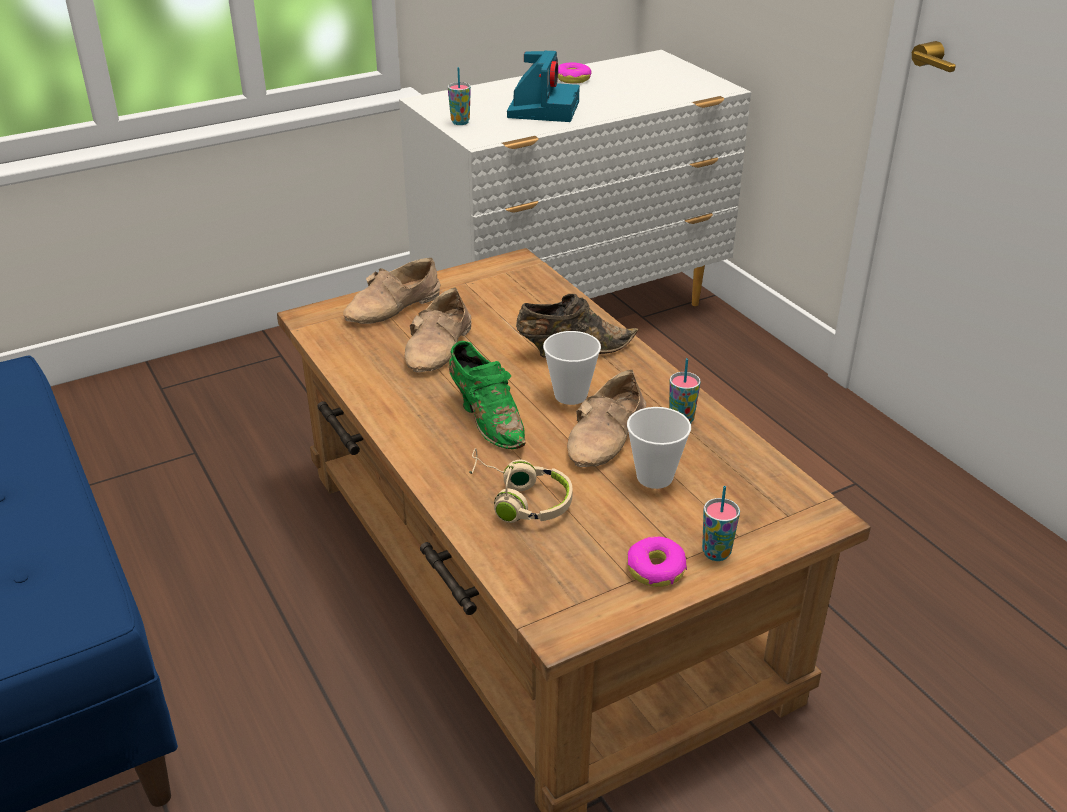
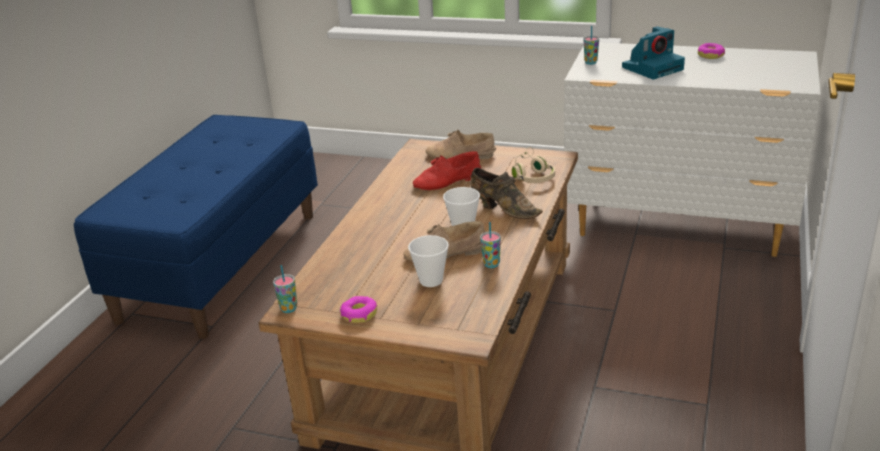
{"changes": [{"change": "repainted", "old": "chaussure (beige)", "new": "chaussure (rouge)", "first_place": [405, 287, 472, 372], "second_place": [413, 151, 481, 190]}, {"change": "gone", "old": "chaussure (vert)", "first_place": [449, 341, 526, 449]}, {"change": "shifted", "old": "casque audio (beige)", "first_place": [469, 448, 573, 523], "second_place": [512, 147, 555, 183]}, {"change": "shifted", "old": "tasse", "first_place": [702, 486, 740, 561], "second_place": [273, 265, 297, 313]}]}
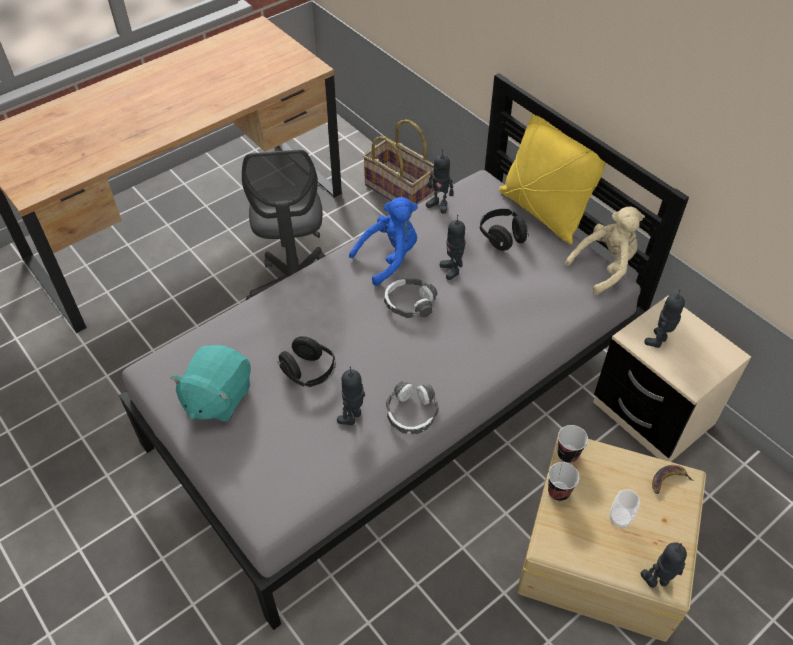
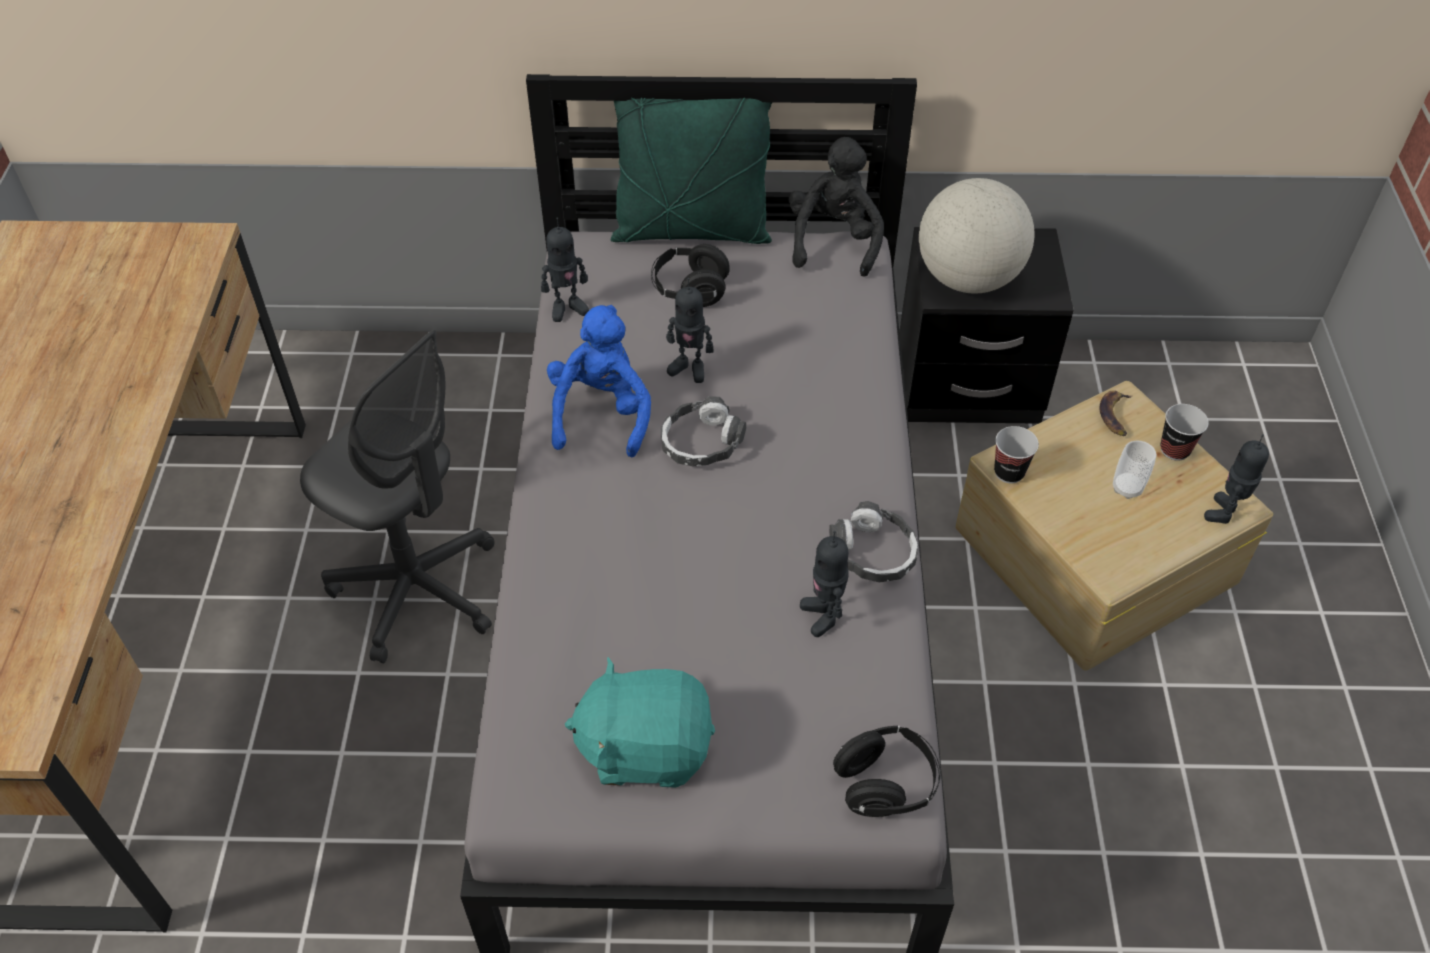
{"changes": [{"change": "rotated", "old": "peluche (turquoise)", "first_place": [170, 345, 251, 422], "second_place": [565, 657, 715, 788], "degrees": 120}, {"change": "shifted", "old": "casque audio (noir)", "first_place": [277, 336, 336, 387], "second_place": [833, 726, 941, 817]}, {"change": "gone", "old": "panier", "first_place": [363, 120, 435, 205]}, {"change": "repainted", "old": "coussin (jaune)", "new": "coussin (vert)", "first_place": [499, 113, 607, 244], "second_place": [611, 98, 772, 244]}, {"change": "shifted", "old": "tasse", "first_place": [548, 462, 579, 501], "second_place": [1160, 404, 1209, 461]}, {"change": "repainted", "old": "peluche (beige)", "new": "peluche (noir)", "first_place": [565, 206, 645, 295], "second_place": [788, 137, 884, 277]}, {"change": "repainted", "old": "table de chevet (beige)", "new": "table de chevet (noir)", "first_place": [593, 296, 751, 462], "second_place": [899, 227, 1074, 424]}, {"change": "swapped", "old": "robot jouet", "new": "globe", "first_place": [644, 290, 685, 348], "second_place": [919, 178, 1035, 293]}]}
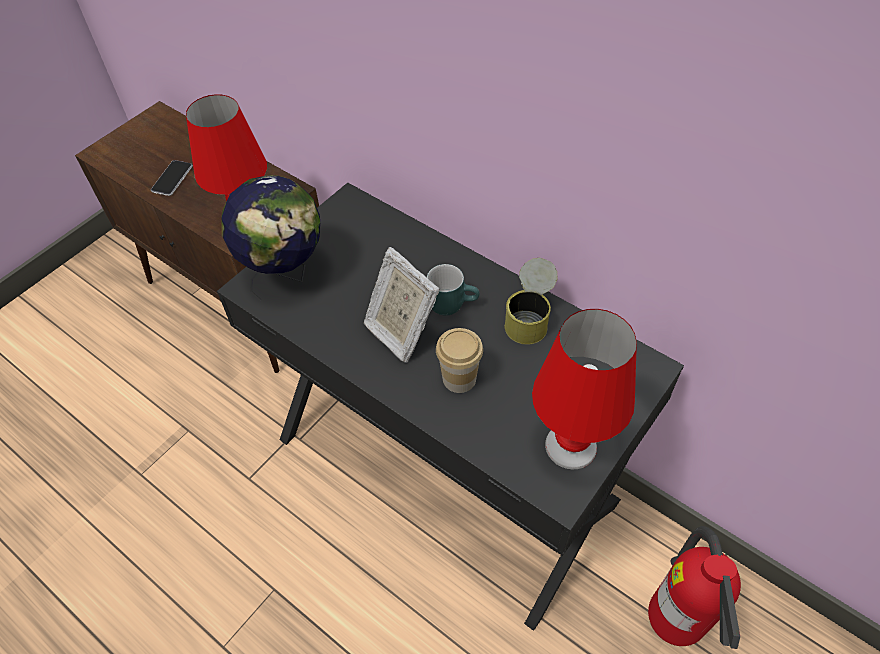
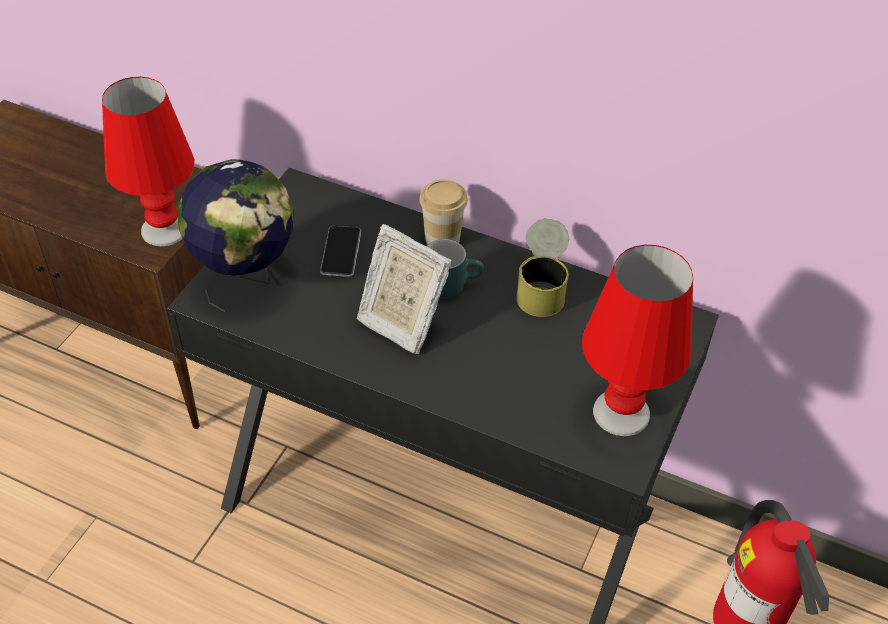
{"changes": [{"change": "shifted", "old": "téléphone", "first_place": [151, 160, 193, 196], "second_place": [320, 226, 361, 277]}, {"change": "shifted", "old": "tasse", "first_place": [436, 328, 483, 393], "second_place": [419, 179, 468, 244]}]}
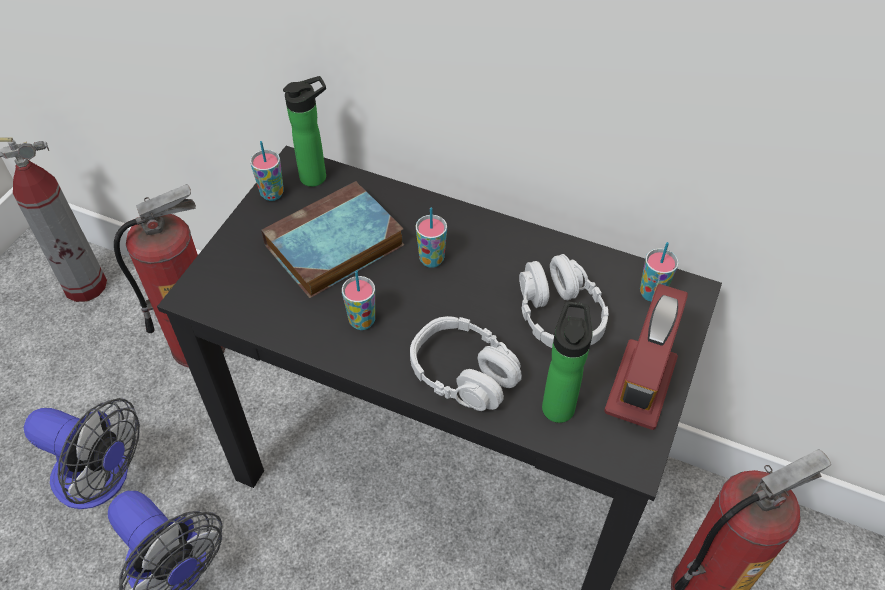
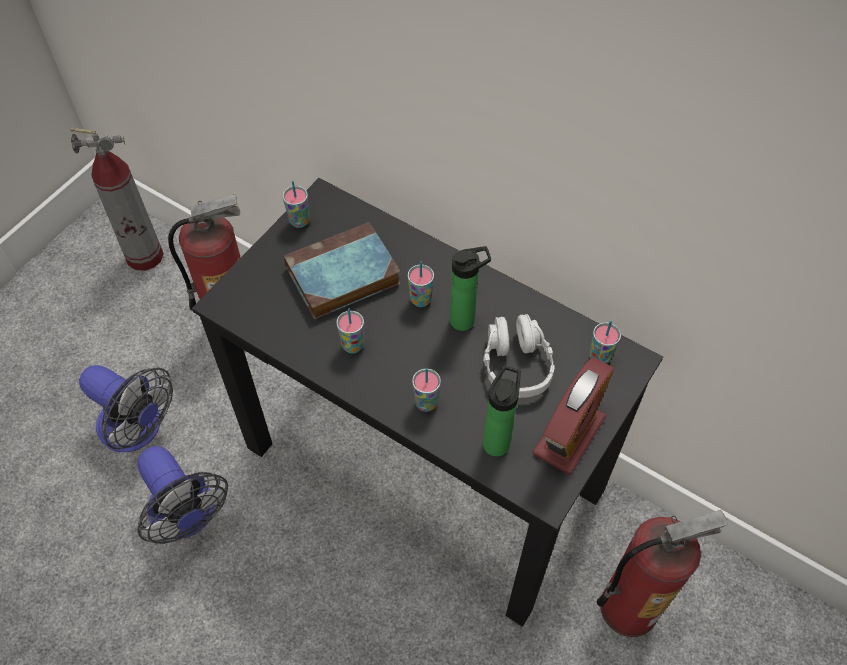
{"changes": [{"change": "shifted", "old": "bouteille", "first_place": [283, 76, 326, 187], "second_place": [450, 246, 491, 331]}, {"change": "swapped", "old": "casque audio (gris)", "new": "tasse", "first_place": [410, 316, 522, 411], "second_place": [412, 368, 441, 412]}]}
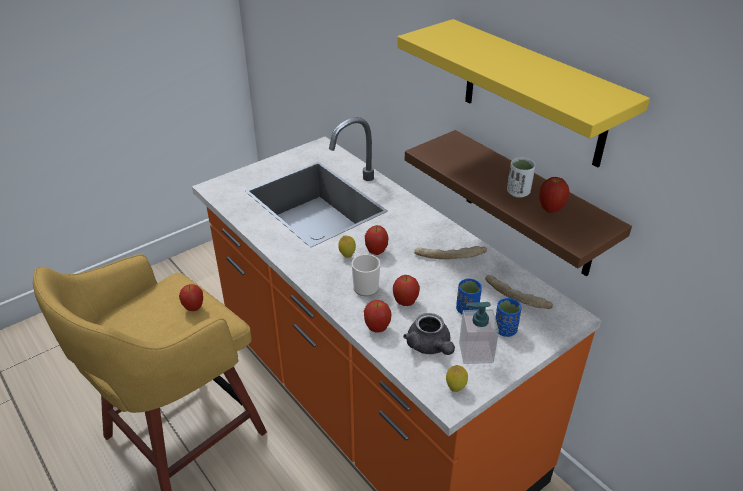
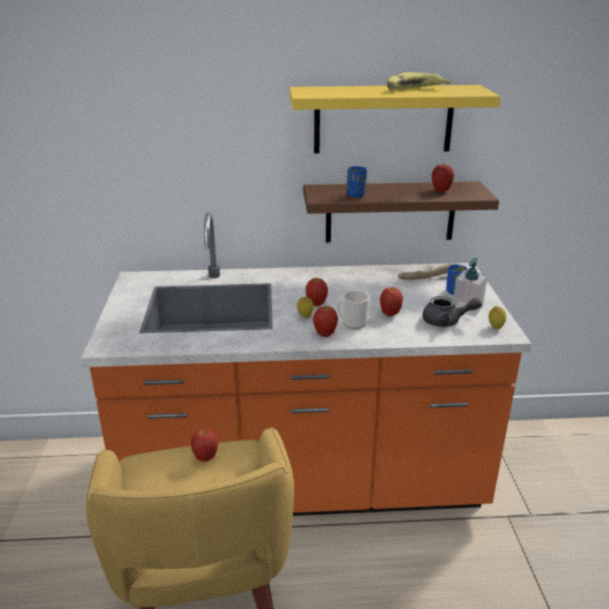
{"changes": [{"change": "shifted", "old": "pomme", "first_place": [364, 300, 391, 332], "second_place": [313, 306, 338, 337]}, {"change": "gone", "old": "pain", "first_place": [414, 246, 487, 259]}, {"change": "shifted", "old": "tasse (bleu)", "first_place": [456, 279, 482, 314], "second_place": [347, 166, 367, 198]}, {"change": "gone", "old": "tasse (blanc)", "first_place": [507, 157, 535, 198]}, {"change": "new", "new": "banane", "second_place": [387, 72, 451, 90]}]}
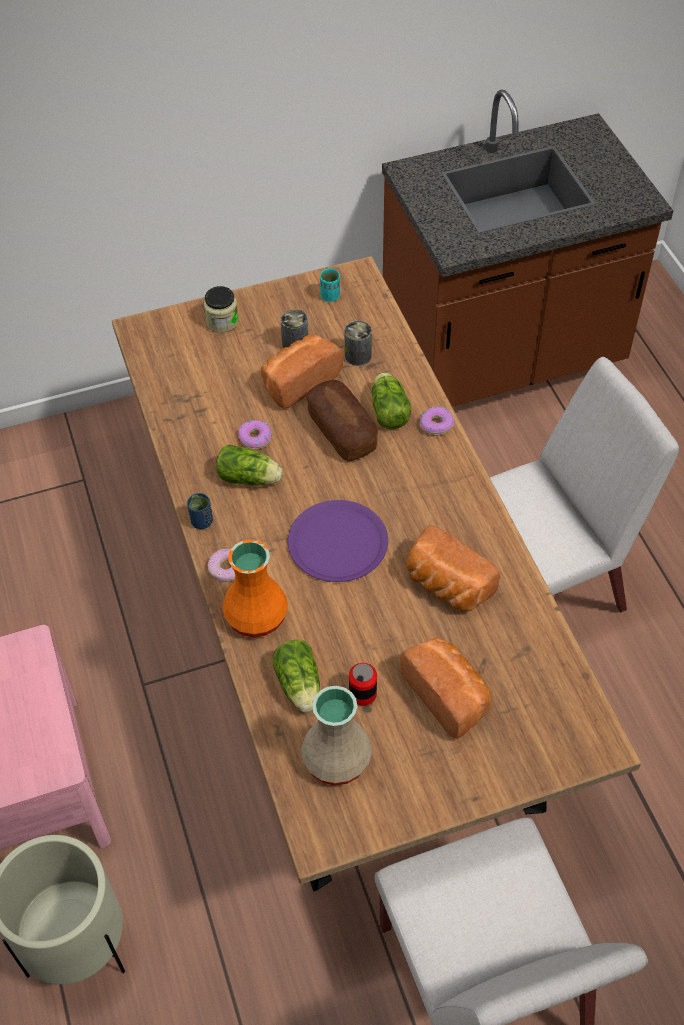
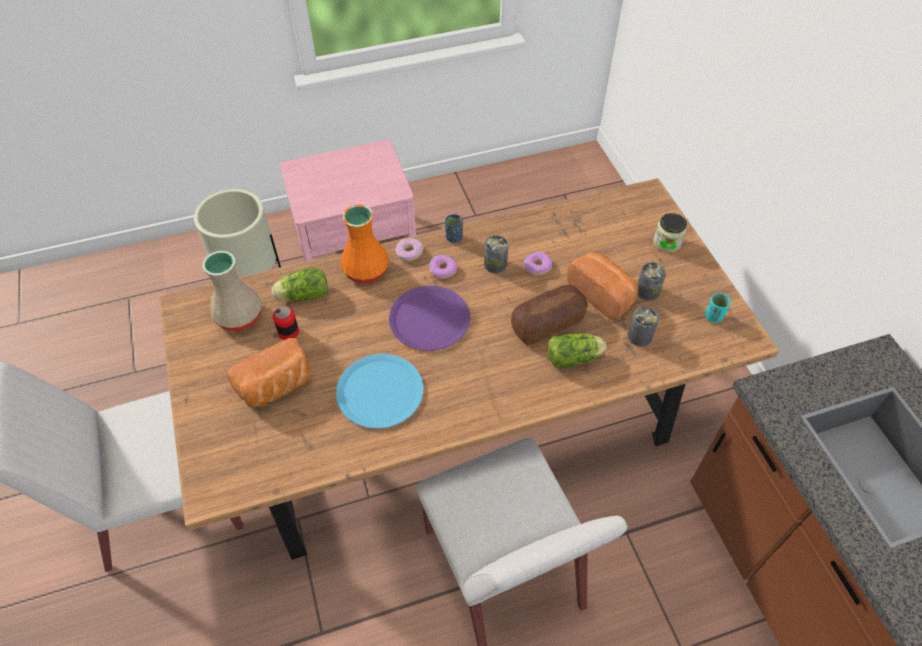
{"changes": [{"change": "swapped", "old": "laitue", "new": "boîte métallique", "first_place": [216, 445, 282, 486], "second_place": [484, 235, 509, 274]}, {"change": "swapped", "old": "pain", "new": "assiette (bleu)", "first_place": [406, 525, 500, 611], "second_place": [336, 354, 424, 429]}, {"change": "shifted", "old": "beignet", "first_place": [420, 406, 455, 436], "second_place": [429, 255, 457, 279]}]}
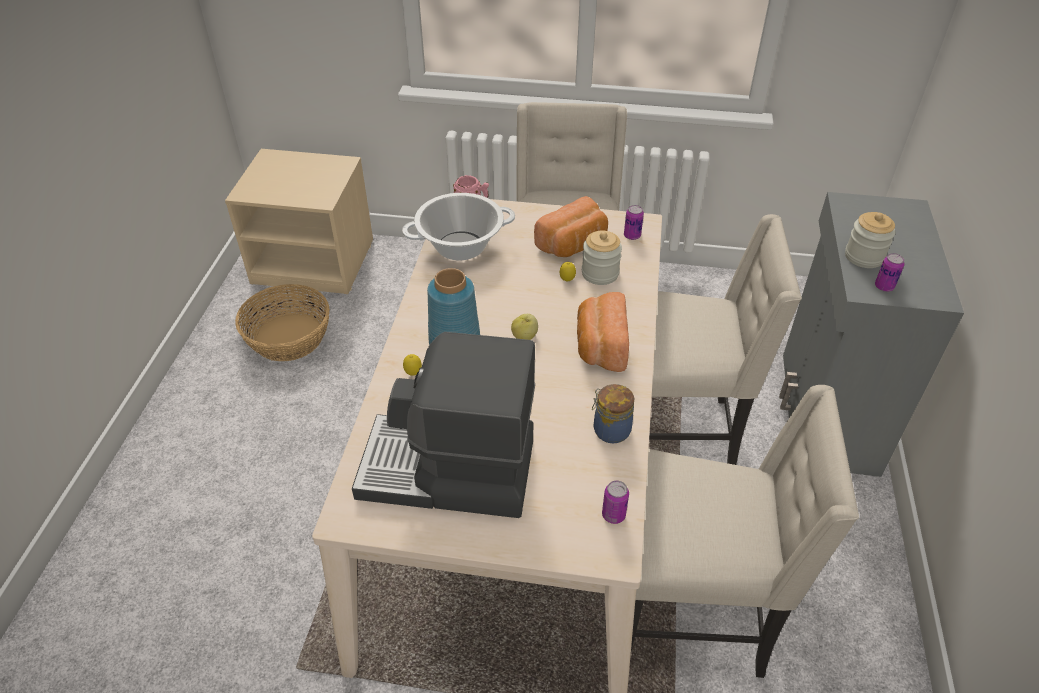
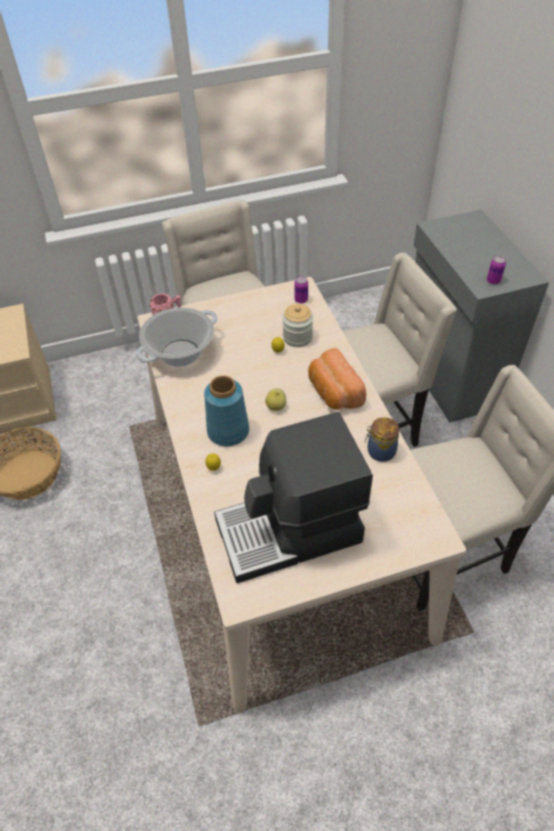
{"changes": [{"change": "gone", "old": "pain", "first_place": [534, 196, 608, 257]}, {"change": "gone", "old": "boîte métallique", "first_place": [602, 480, 629, 524]}, {"change": "gone", "old": "bocal", "first_place": [845, 212, 896, 268]}]}
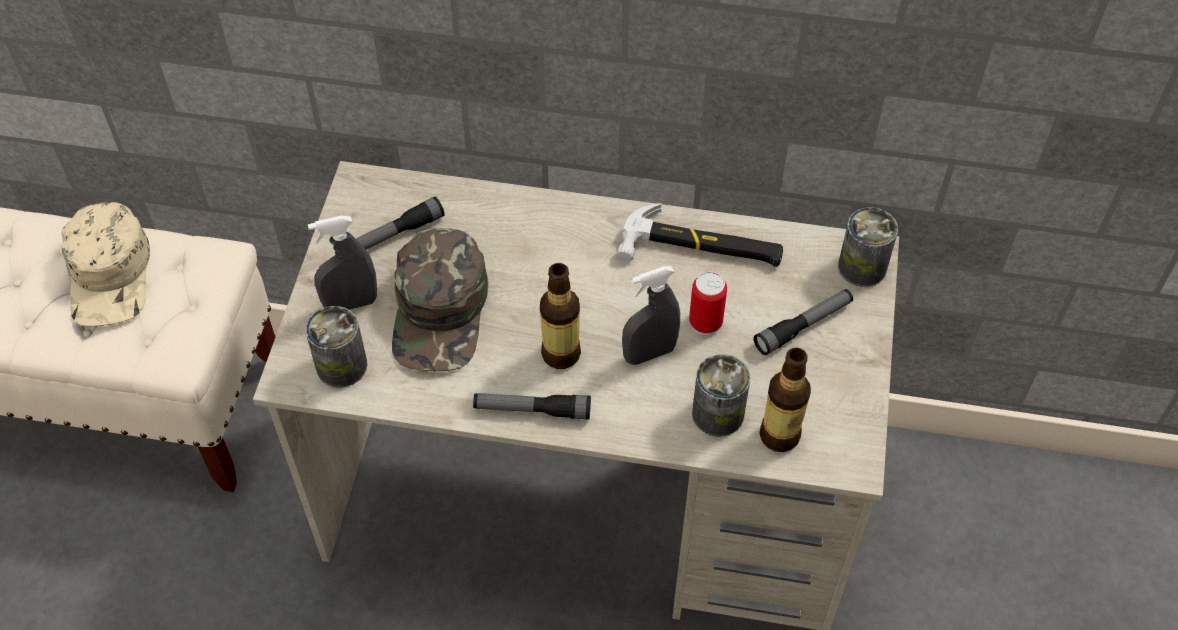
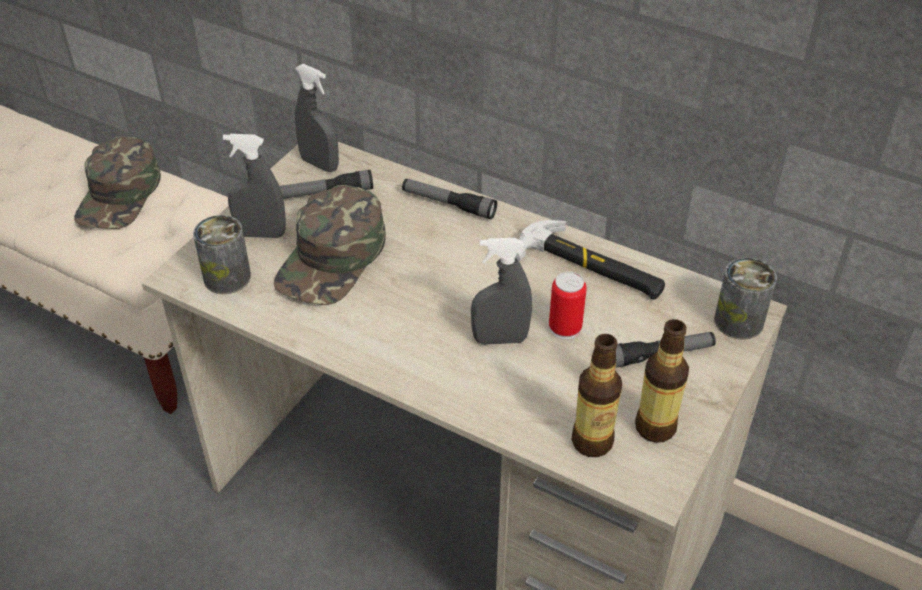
{"changes": [{"change": "repainted", "old": "casquette (beige)", "new": "casquette (vert)", "first_place": [61, 202, 150, 326], "second_place": [74, 136, 161, 229]}, {"change": "shifted", "old": "lampe de poche", "first_place": [473, 393, 591, 420], "second_place": [402, 179, 497, 219]}, {"change": "shifted", "old": "bouteille", "first_place": [540, 263, 581, 369], "second_place": [635, 319, 689, 443]}, {"change": "gone", "old": "boîte métallique", "first_place": [692, 354, 750, 437]}, {"change": "new", "new": "vaporisateur (gris)", "second_place": [295, 64, 339, 172]}]}
